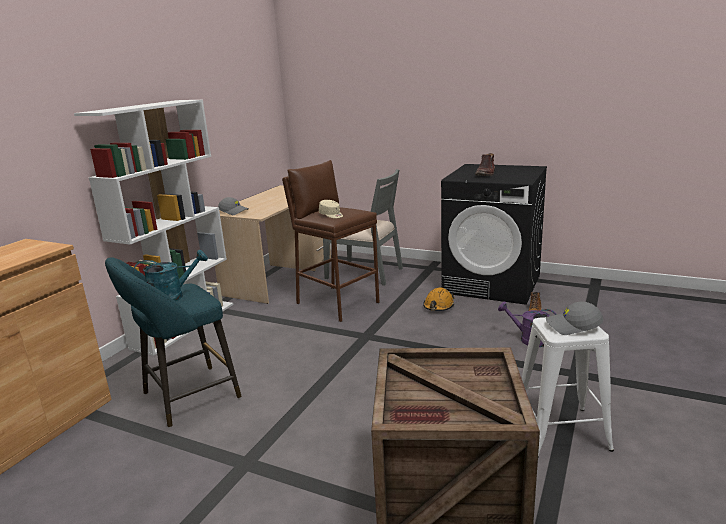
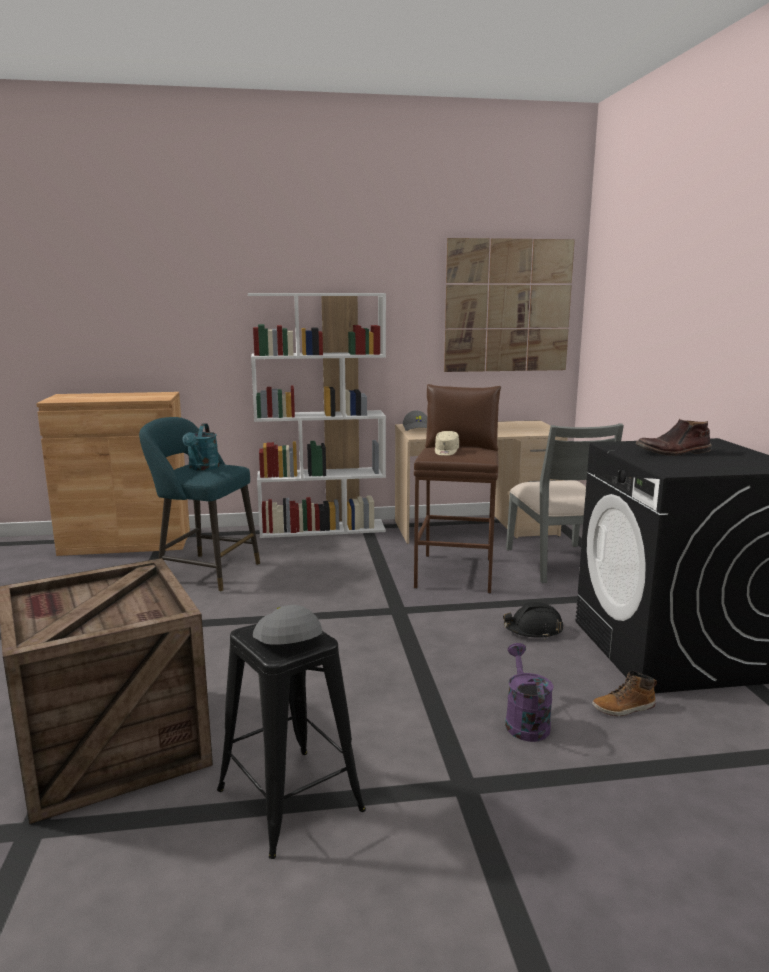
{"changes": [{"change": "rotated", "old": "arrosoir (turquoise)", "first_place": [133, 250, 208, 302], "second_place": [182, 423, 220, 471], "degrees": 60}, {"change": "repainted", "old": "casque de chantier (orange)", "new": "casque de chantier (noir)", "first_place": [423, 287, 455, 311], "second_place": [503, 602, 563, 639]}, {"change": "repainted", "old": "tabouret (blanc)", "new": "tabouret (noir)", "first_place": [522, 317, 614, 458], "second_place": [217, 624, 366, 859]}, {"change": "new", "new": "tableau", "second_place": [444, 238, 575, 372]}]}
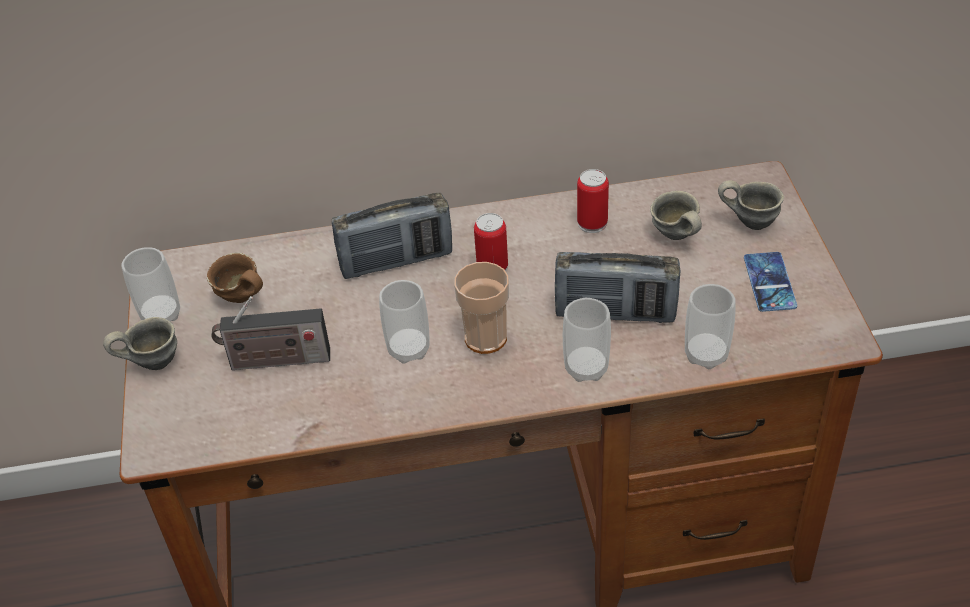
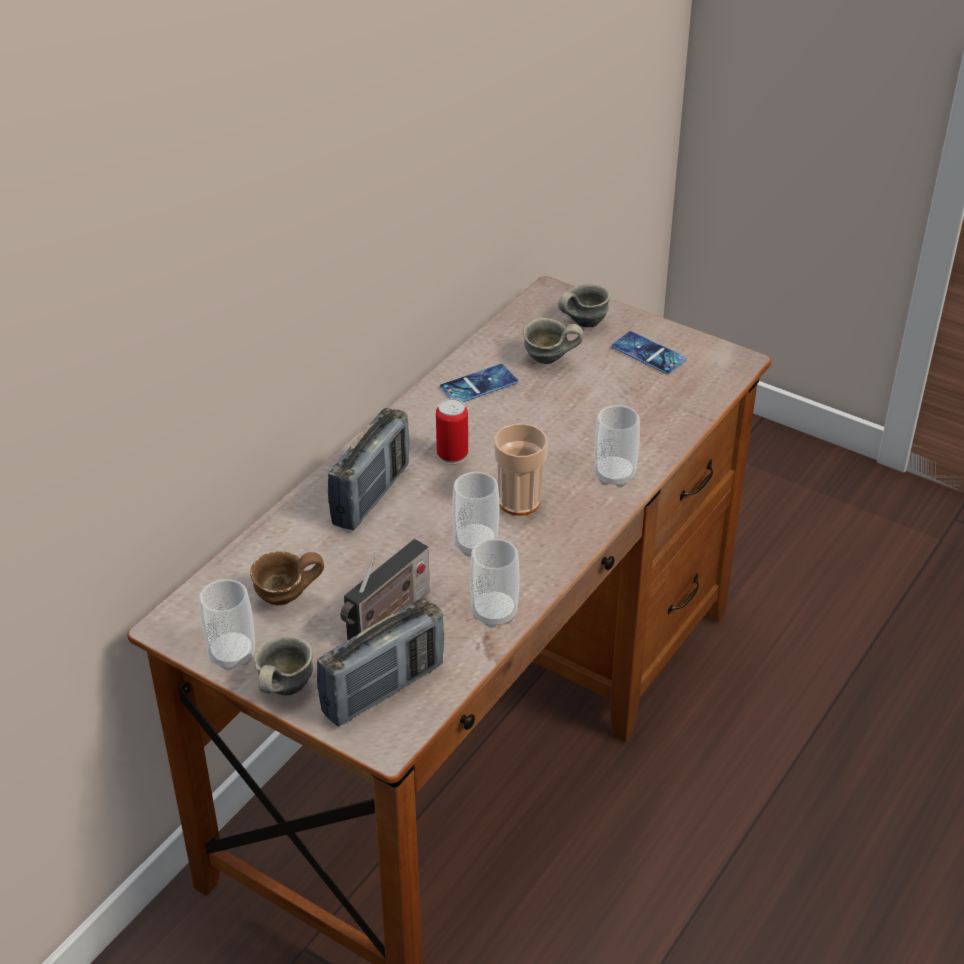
{"changes": [{"change": "shifted", "old": "radio", "first_place": [555, 252, 680, 323], "second_place": [317, 598, 444, 727]}, {"change": "swapped", "old": "boîte métallique", "new": "téléphone", "first_place": [577, 169, 609, 233], "second_place": [440, 364, 518, 402]}, {"change": "shifted", "old": "tasse", "first_place": [685, 284, 735, 369], "second_place": [470, 538, 519, 628]}]}
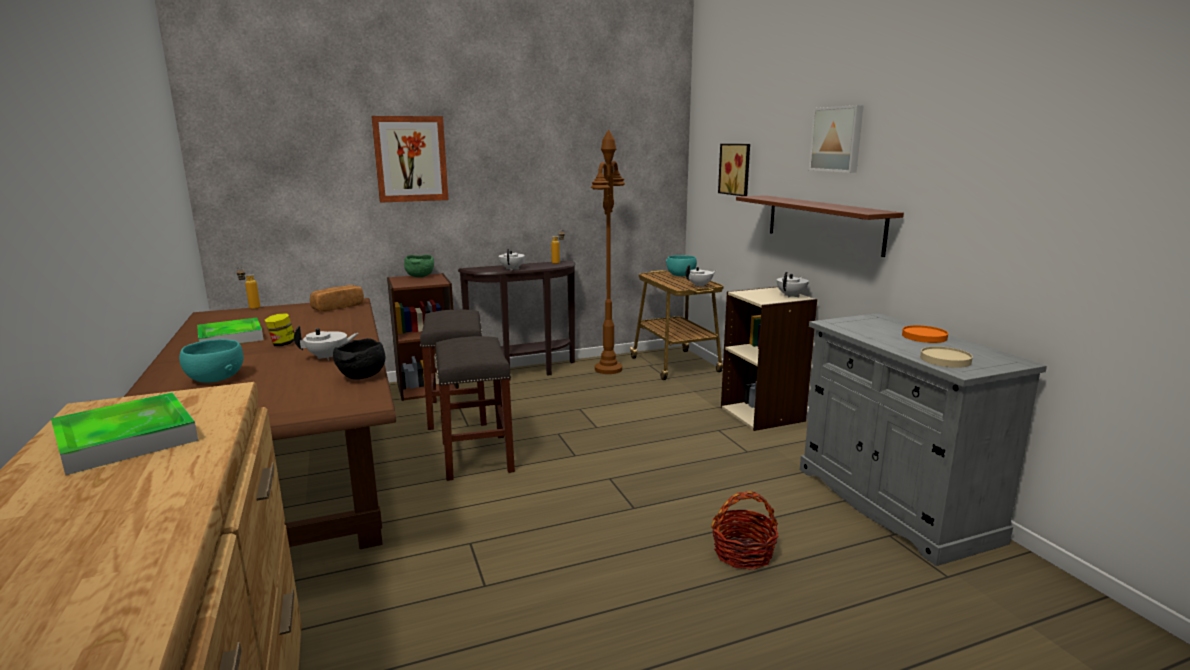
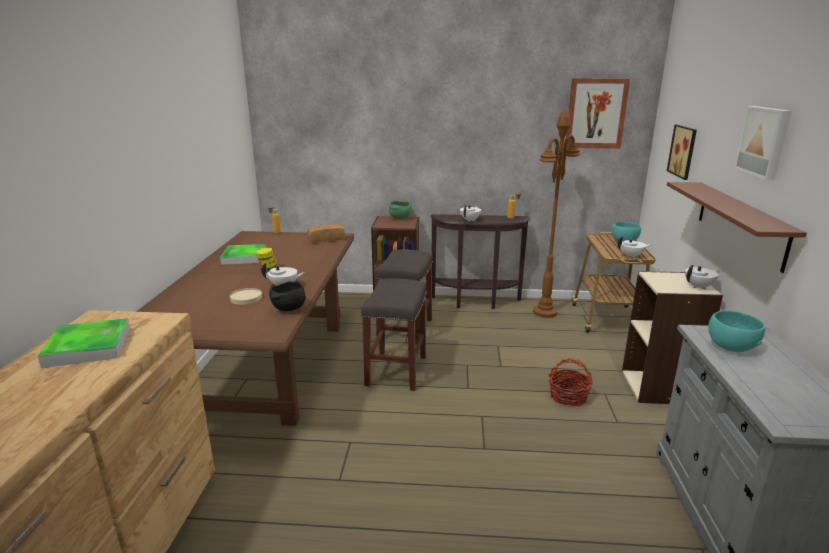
{"changes": [{"change": "shifted", "old": "bol (turquoise)", "first_place": [179, 339, 243, 383], "second_place": [708, 310, 765, 352]}, {"change": "shifted", "old": "tableau", "first_place": [371, 116, 449, 203], "second_place": [566, 79, 630, 149]}, {"change": "shifted", "old": "panier", "first_place": [711, 491, 778, 570], "second_place": [548, 358, 593, 406]}, {"change": "gone", "old": "assiette (orange)", "first_place": [902, 325, 948, 343]}, {"change": "shifted", "old": "assiette (beige)", "first_place": [920, 346, 973, 368], "second_place": [230, 288, 262, 305]}]}
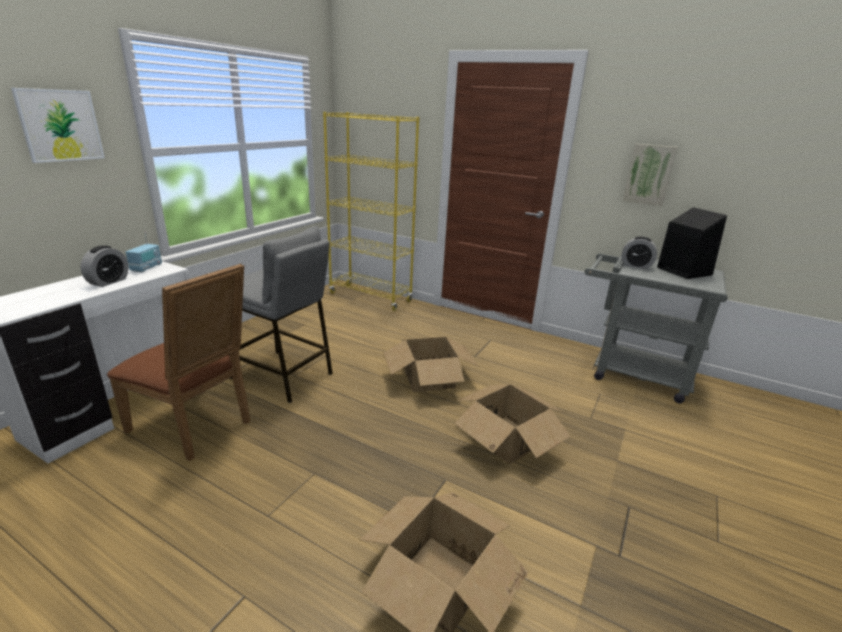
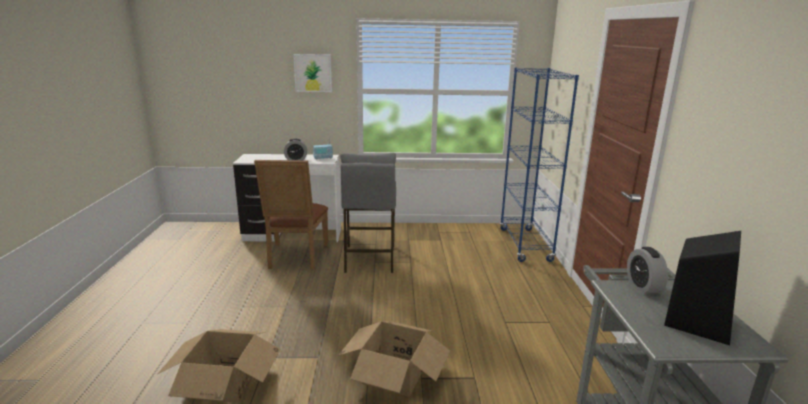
{"changes": [{"change": "repainted", "old": "bibliothèque (jaune)", "new": "bibliothèque (bleu)", "first_place": [323, 112, 419, 311], "second_place": [500, 68, 579, 262]}, {"change": "gone", "old": "carton", "first_place": [384, 337, 479, 392]}, {"change": "gone", "old": "tableau", "first_place": [623, 144, 678, 206]}]}
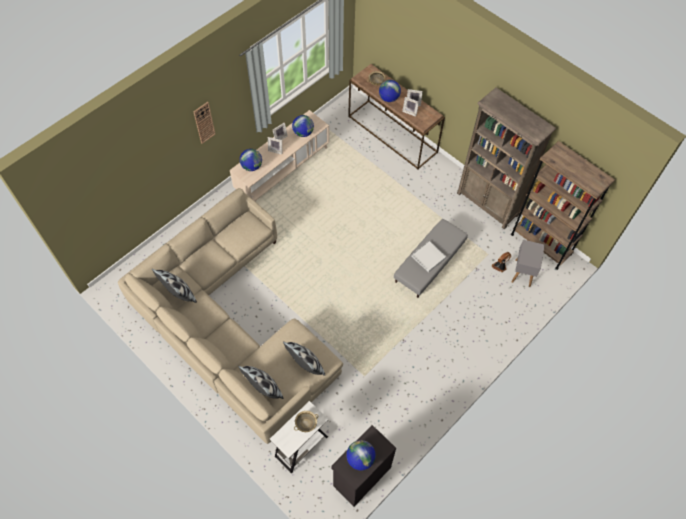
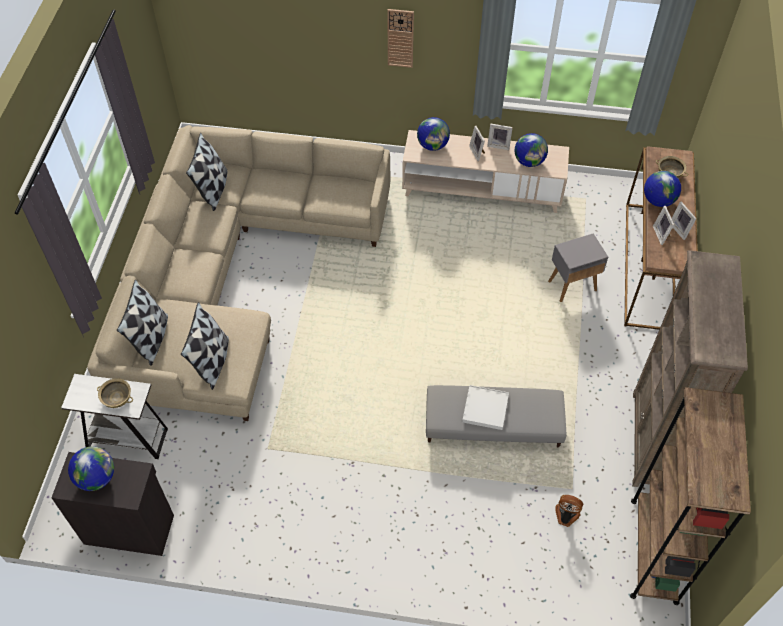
{"changes": [{"change": "shifted", "old": "table d'appoint (gris)", "first_place": [511, 240, 545, 287], "second_place": [548, 233, 608, 302]}]}
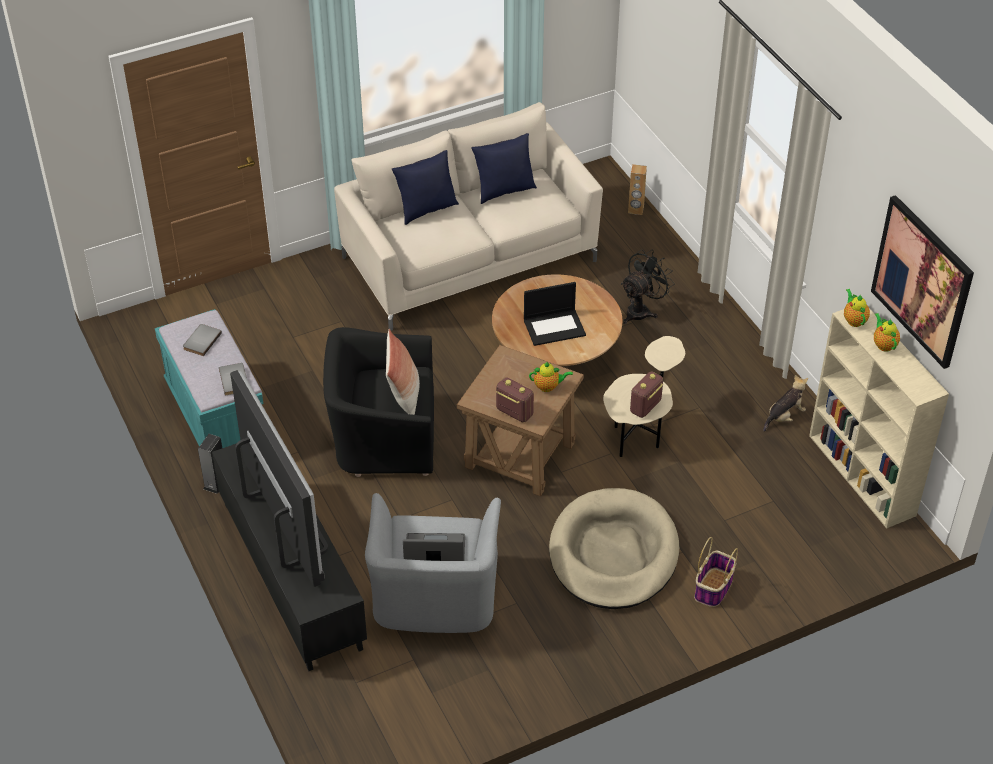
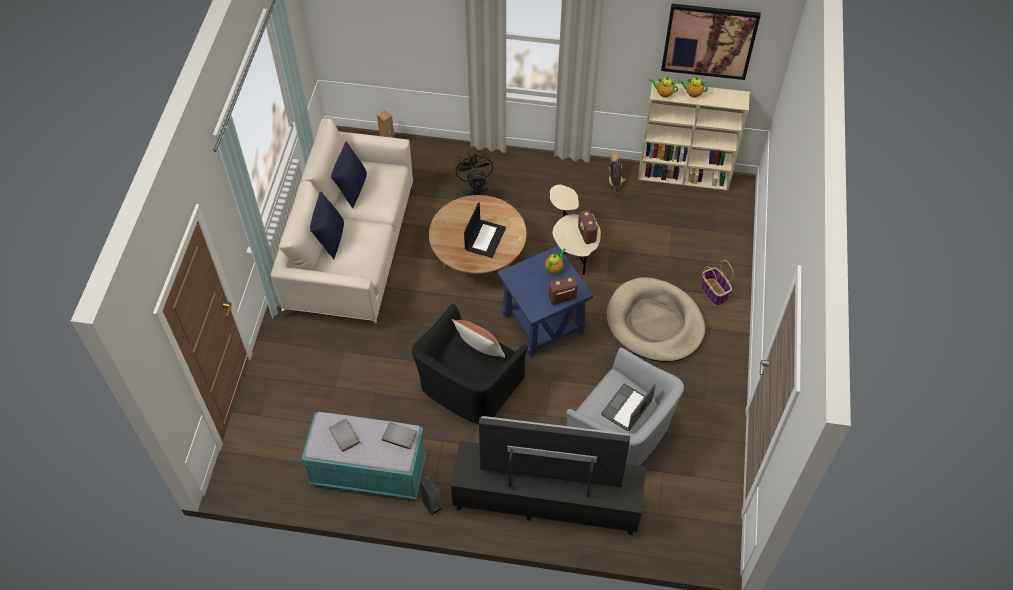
{"changes": [{"change": "repainted", "old": "table d'appoint (marron)", "new": "table d'appoint (bleu)", "first_place": [457, 345, 584, 496], "second_place": [498, 246, 593, 357]}]}
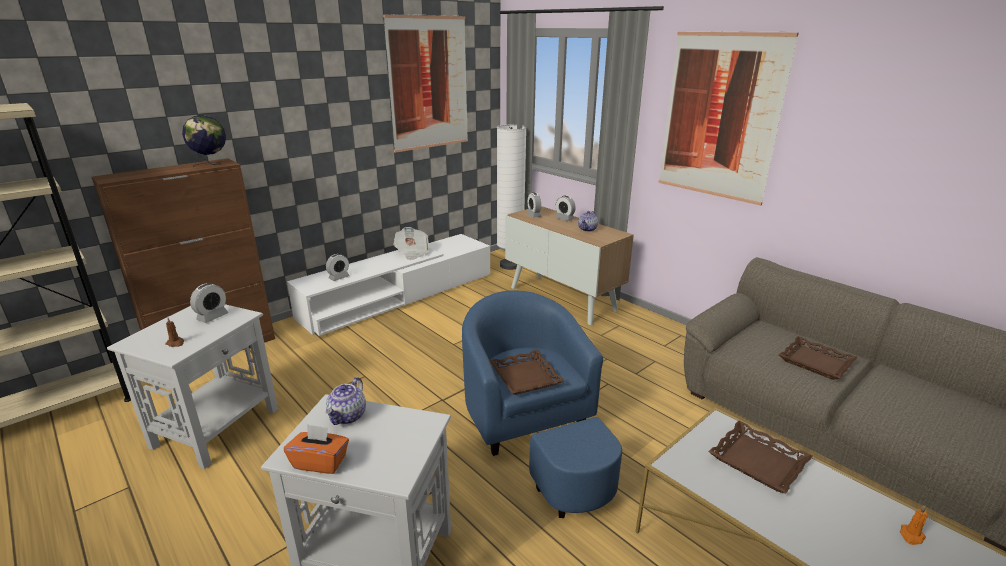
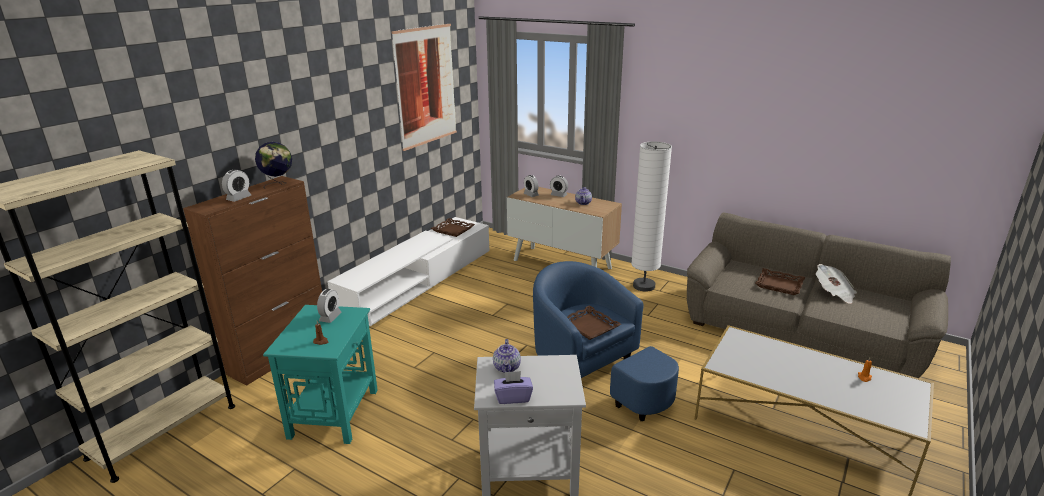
{"changes": [{"change": "repainted", "old": "table d'appoint (blanc)", "new": "table d'appoint (turquoise)", "first_place": [107, 304, 278, 469], "second_place": [263, 305, 378, 444]}, {"change": "repainted", "old": "boîte à mouchoirs (orange)", "new": "boîte à mouchoirs (violet)", "first_place": [284, 424, 349, 474], "second_place": [494, 371, 533, 404]}, {"change": "shifted", "old": "réveil", "first_place": [326, 254, 350, 281], "second_place": [222, 169, 251, 202]}, {"change": "shifted", "old": "journal", "first_place": [393, 227, 429, 260], "second_place": [816, 264, 857, 304]}, {"change": "shifted", "old": "lampadaire (blanc)", "first_place": [497, 125, 526, 270], "second_place": [631, 141, 672, 292]}, {"change": "gone", "old": "tableau", "first_place": [659, 31, 799, 206]}, {"change": "shifted", "old": "plateau (marron)", "first_place": [708, 421, 813, 493], "second_place": [430, 218, 475, 237]}]}
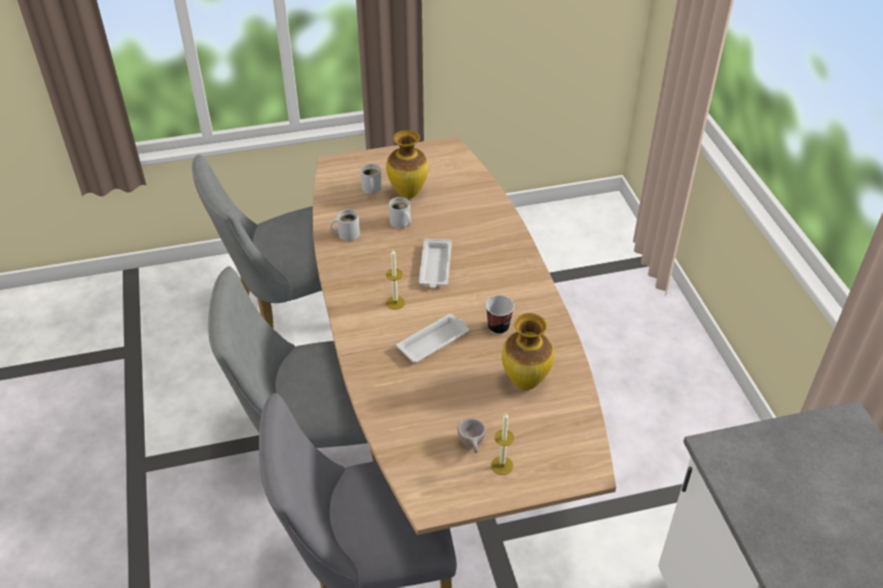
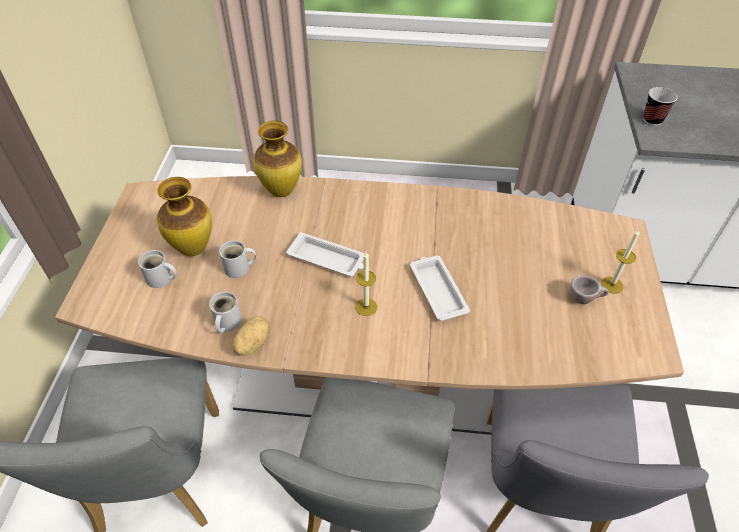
{"changes": [{"change": "shifted", "old": "tasse", "first_place": [485, 295, 514, 335], "second_place": [643, 87, 678, 126]}, {"change": "shifted", "old": "vase", "first_place": [502, 313, 554, 390], "second_place": [253, 121, 302, 197]}, {"change": "new", "new": "pomme de terre", "second_place": [232, 316, 270, 356]}]}
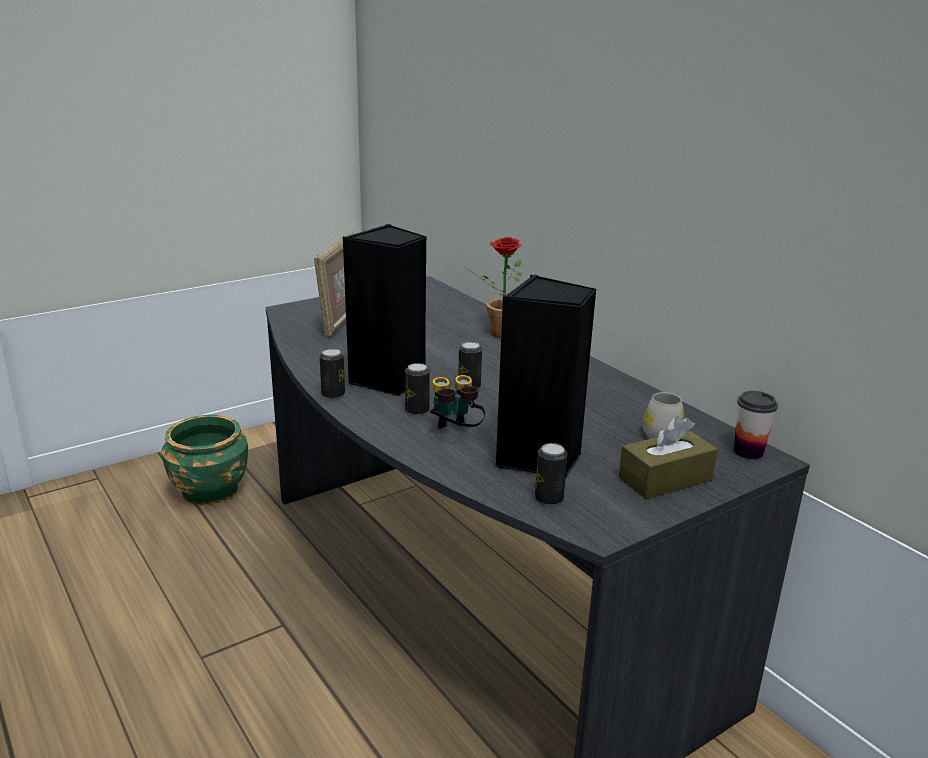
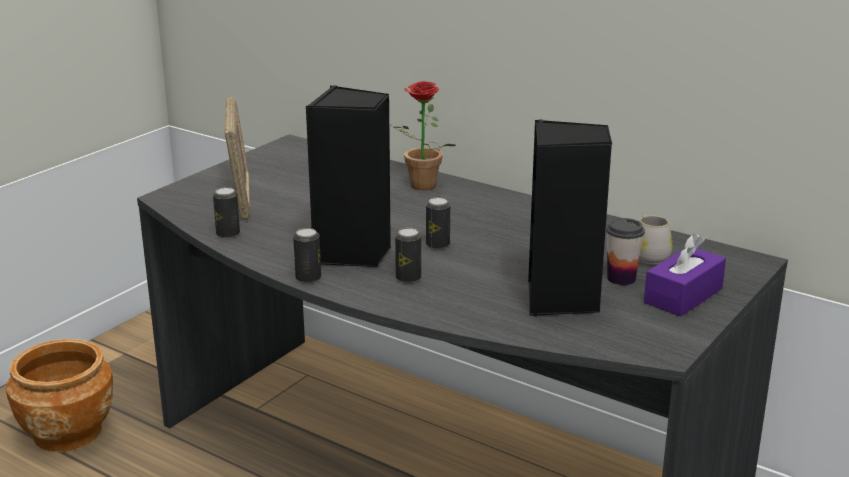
{"changes": [{"change": "repainted", "old": "cache-pot (vert)", "new": "cache-pot (marron)", "first_place": [161, 415, 248, 505], "second_place": [6, 339, 113, 452]}, {"change": "gone", "old": "jumelles", "first_place": [430, 375, 486, 429]}, {"change": "shifted", "old": "boîte métallique", "first_place": [535, 443, 567, 505], "second_place": [213, 187, 240, 238]}, {"change": "repainted", "old": "boîte à mouchoirs (marron)", "new": "boîte à mouchoirs (violet)", "first_place": [619, 416, 718, 499], "second_place": [644, 234, 726, 317]}, {"change": "shifted", "old": "tasse", "first_place": [734, 391, 778, 459], "second_place": [606, 218, 645, 285]}]}
